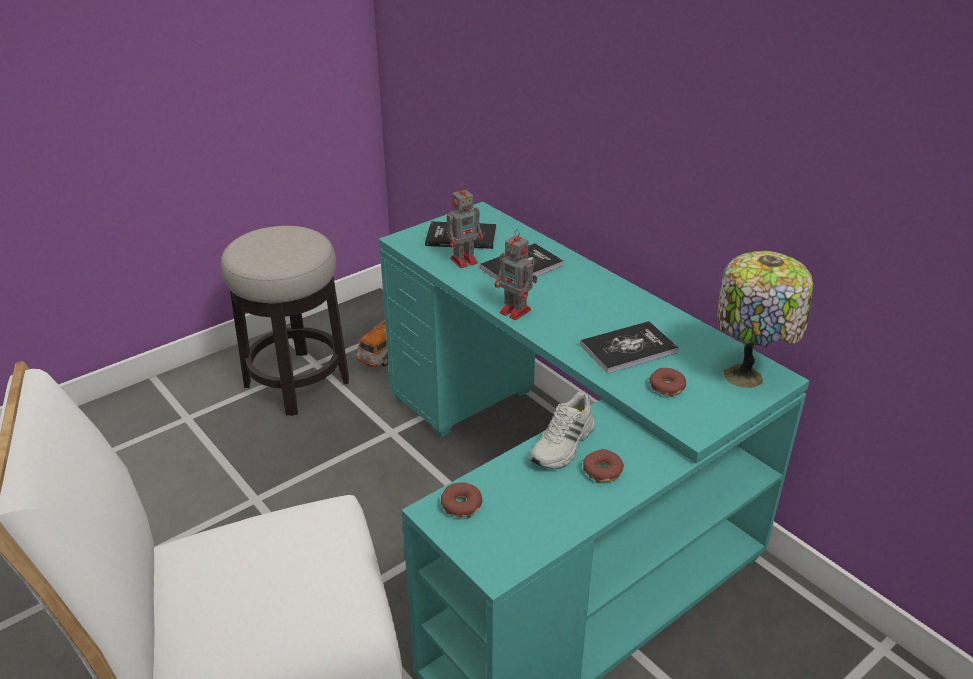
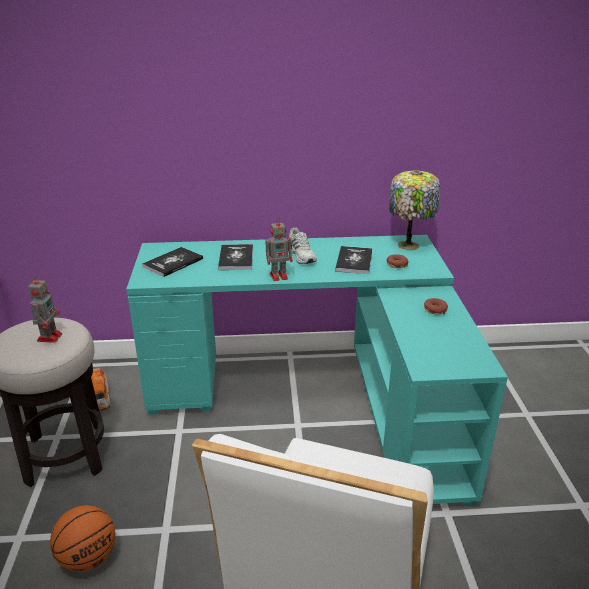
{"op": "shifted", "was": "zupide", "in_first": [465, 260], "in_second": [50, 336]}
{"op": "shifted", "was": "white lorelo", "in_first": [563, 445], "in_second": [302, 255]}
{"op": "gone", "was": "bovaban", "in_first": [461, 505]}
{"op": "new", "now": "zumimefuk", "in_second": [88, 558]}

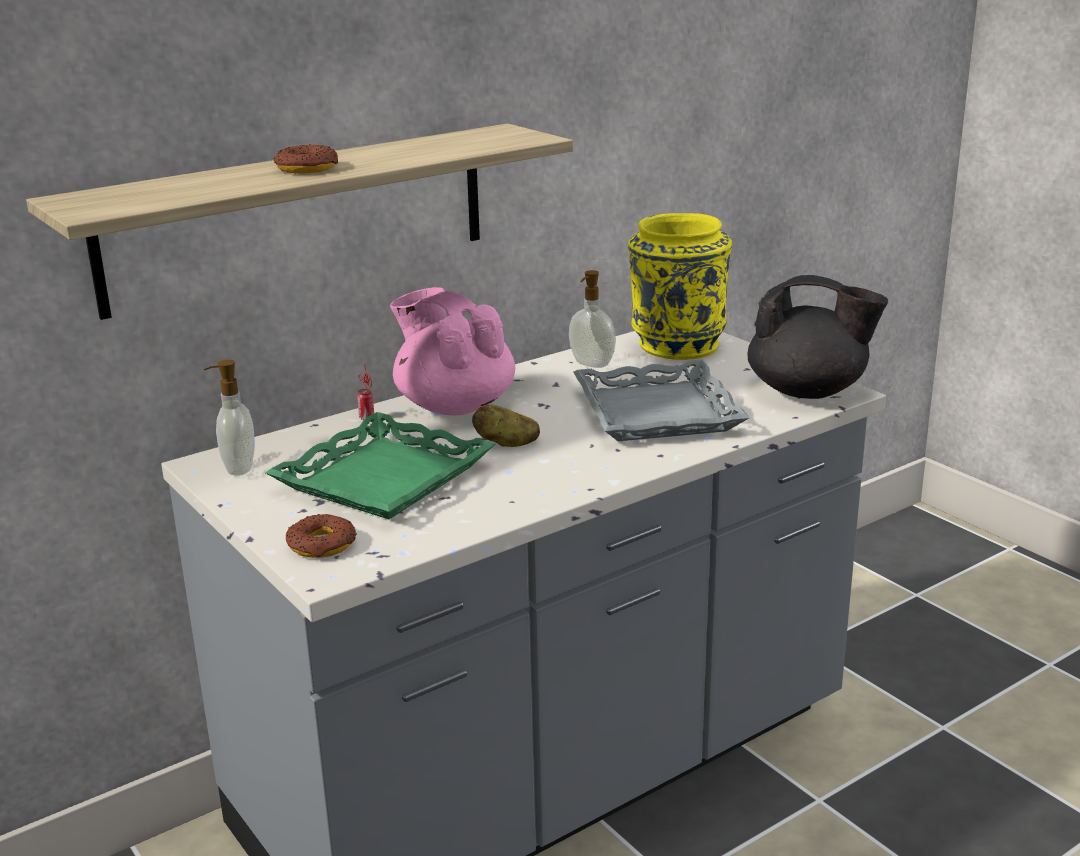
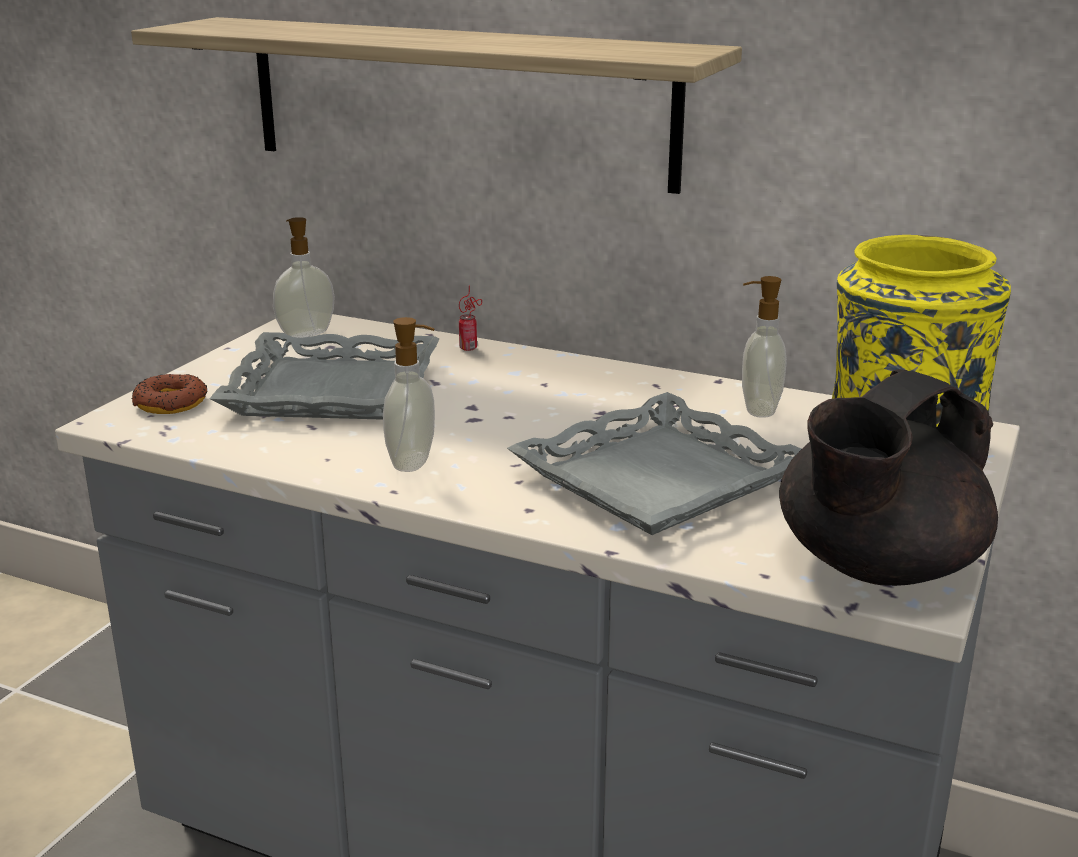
{"op": "gone", "was": "bovaban", "in_first": [307, 168]}
{"op": "rotated", "was": "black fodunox", "in_first": [808, 391], "in_second": [875, 567], "clockwise": 60}
{"op": "gone", "was": "pink fodunox", "in_first": [454, 406]}
{"op": "gone", "was": "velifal", "in_first": [506, 443]}
{"op": "repainted", "was": "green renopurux", "now": "grey renopurux", "in_first": [385, 479], "in_second": [332, 391]}
{"op": "new", "now": "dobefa", "in_second": [413, 462]}

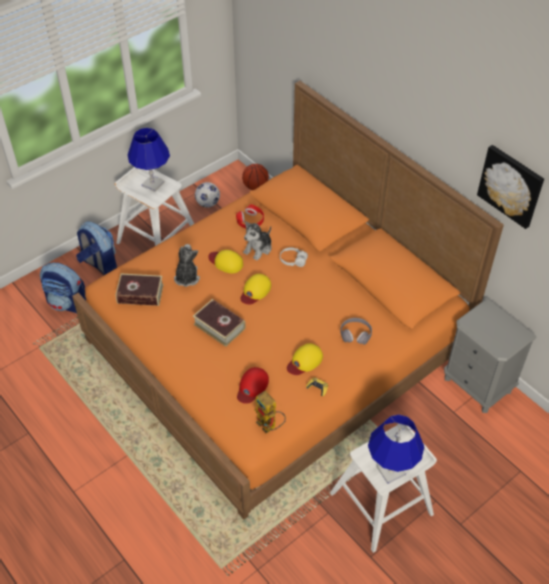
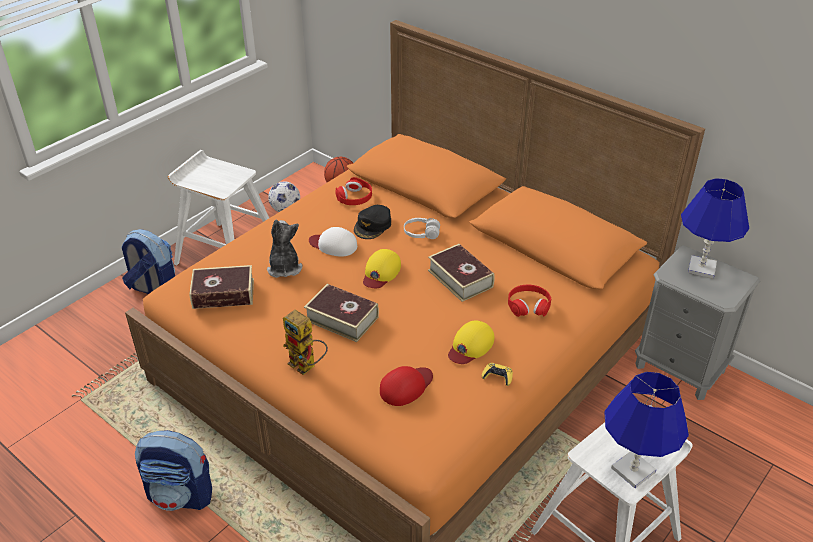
{"op": "shifted", "was": "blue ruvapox", "in_first": [153, 184], "in_second": [701, 268]}
{"op": "gone", "was": "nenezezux", "in_first": [511, 185]}
{"op": "swapped", "was": "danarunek", "now": "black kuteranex", "in_first": [258, 249], "in_second": [373, 226]}
{"op": "repainted", "was": "yellow kuteranex", "now": "white kuteranex", "in_first": [226, 262], "in_second": [333, 245]}
{"op": "shifted", "was": "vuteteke", "in_first": [67, 303], "in_second": [181, 495]}
{"op": "repainted", "was": "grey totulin", "now": "red totulin", "in_first": [355, 334], "in_second": [528, 305]}
{"op": "rotated", "was": "red kuteranex", "in_first": [252, 386], "in_second": [406, 386], "clockwise": -150}
{"op": "shifted", "was": "zupide", "in_first": [269, 426], "in_second": [307, 366]}
{"op": "new", "now": "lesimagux", "in_second": [460, 278]}

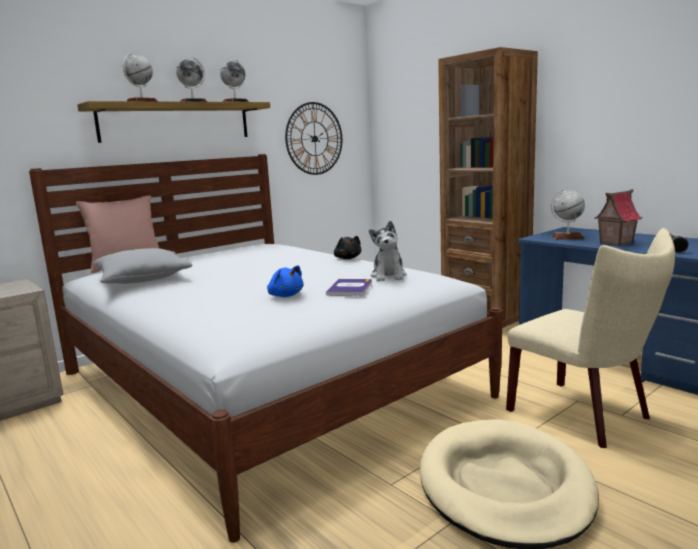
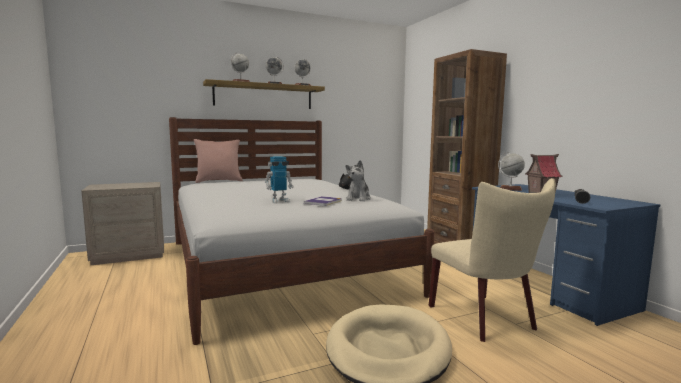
{"op": "gone", "was": "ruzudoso", "in_first": [314, 138]}
{"op": "gone", "was": "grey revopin", "in_first": [143, 279]}
{"op": "swapped", "was": "blue danarunek", "now": "zupide", "in_first": [285, 295], "in_second": [279, 201]}

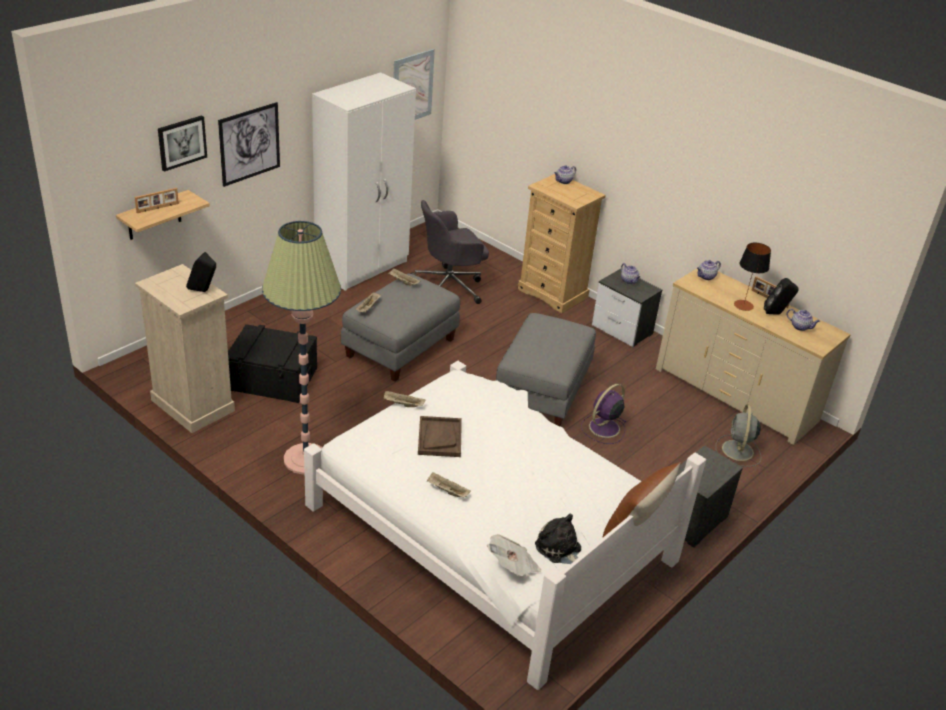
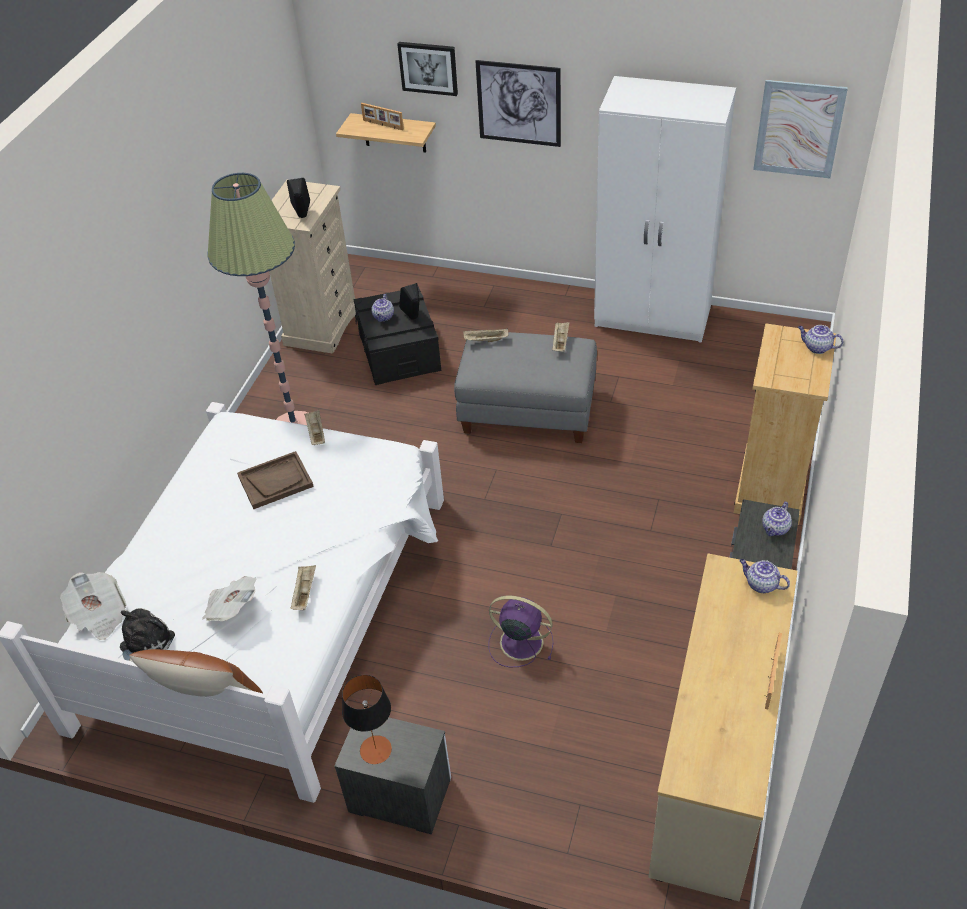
{"op": "gone", "was": "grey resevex", "in_first": [449, 286]}
{"op": "shifted", "was": "ruvapox", "in_first": [743, 305], "in_second": [376, 749]}
{"op": "shifted", "was": "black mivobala", "in_first": [776, 314], "in_second": [413, 318]}
{"op": "shifted", "was": "fodunox", "in_first": [800, 327], "in_second": [383, 317]}
{"op": "gone", "was": "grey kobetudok", "in_first": [541, 390]}
{"op": "gone", "was": "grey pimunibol", "in_first": [737, 451]}
{"op": "shifted", "was": "beige renopurux", "in_first": [447, 491], "in_second": [304, 592]}
{"op": "new", "now": "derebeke", "in_second": [232, 608]}

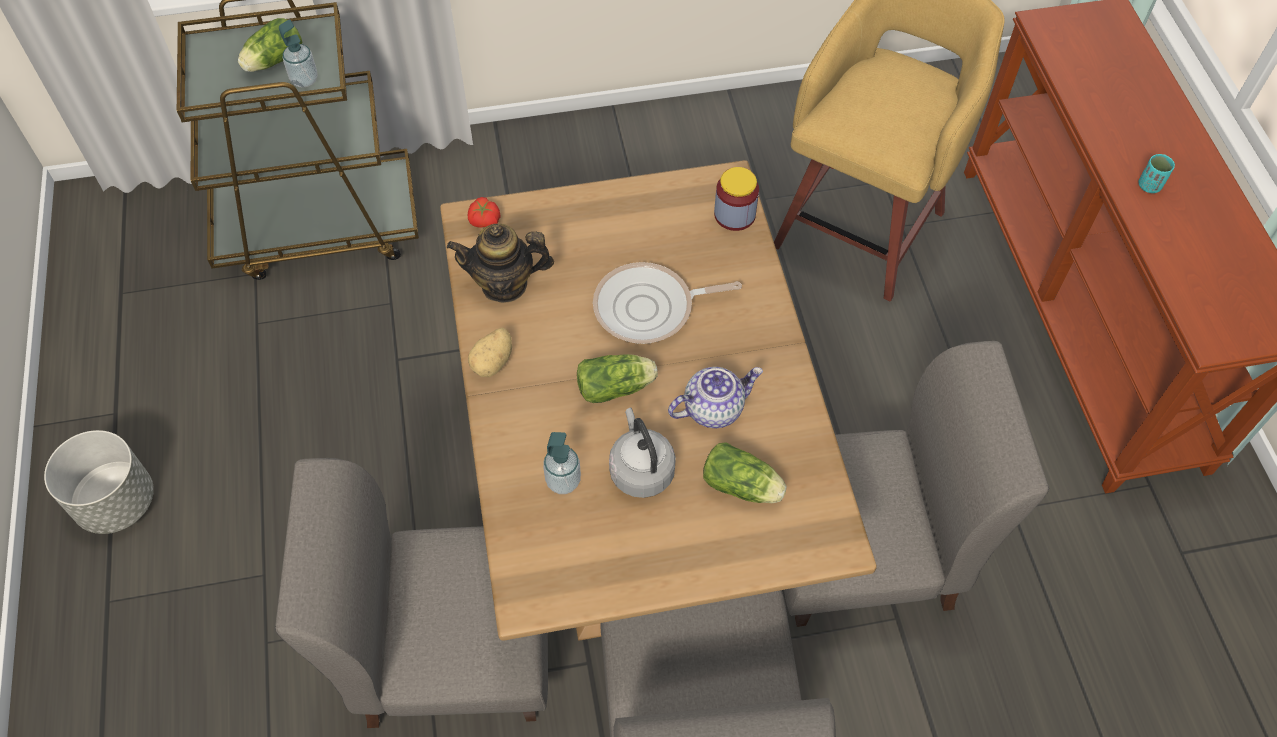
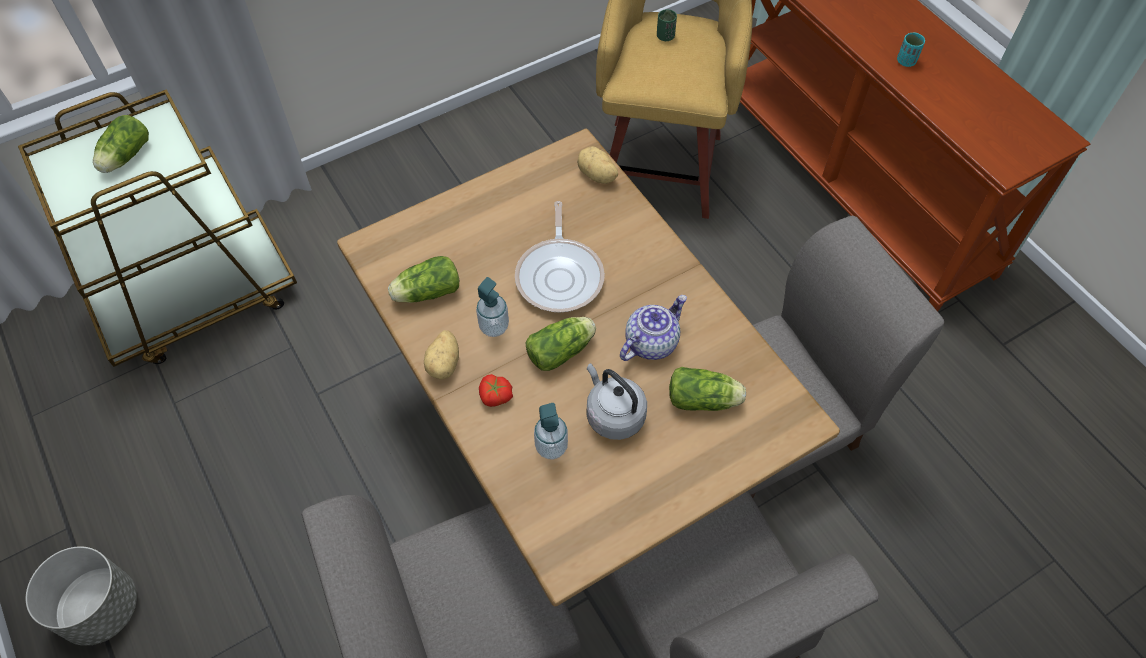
{"op": "shifted", "was": "dobefa", "in_first": [304, 80], "in_second": [494, 327]}
{"op": "swapped", "was": "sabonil", "now": "velifal", "in_first": [734, 215], "in_second": [597, 176]}
{"op": "shifted", "was": "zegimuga", "in_first": [484, 221], "in_second": [495, 396]}
{"op": "swapped", "was": "fodunox", "now": "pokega", "in_first": [504, 284], "in_second": [425, 293]}
{"op": "rotated", "was": "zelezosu", "in_first": [649, 308], "in_second": [560, 275], "clockwise": -60}
{"op": "new", "now": "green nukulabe", "in_second": [665, 36]}

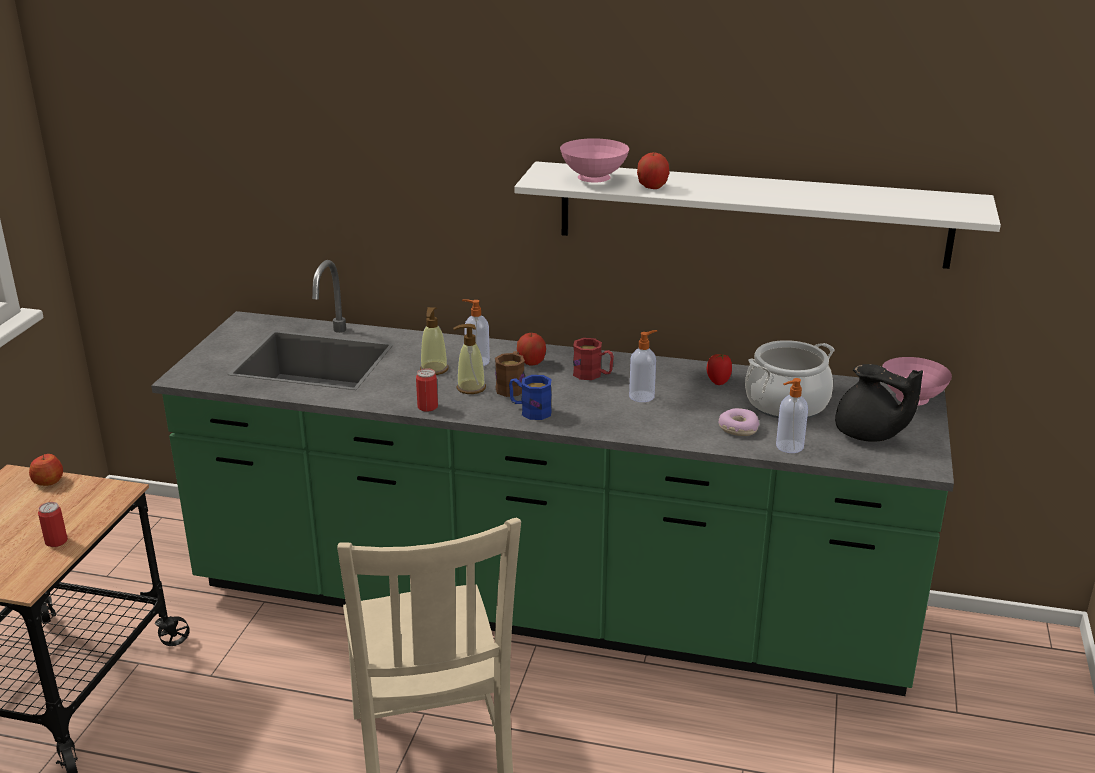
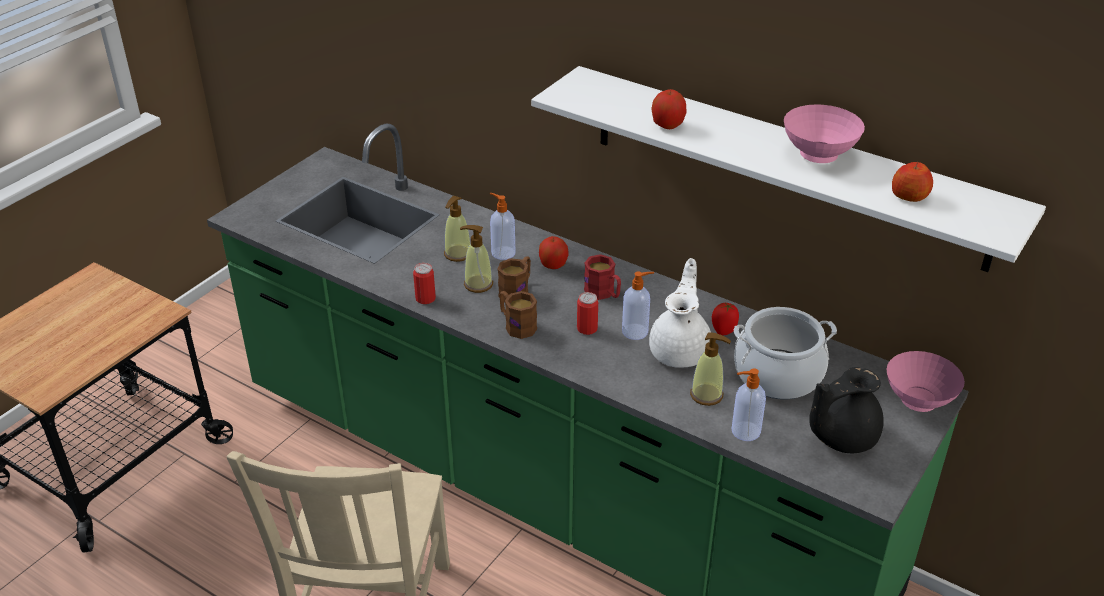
{"op": "shifted", "was": "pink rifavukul", "in_first": [593, 180], "in_second": [817, 157]}
{"op": "rotated", "was": "black fodunox", "in_first": [869, 434], "in_second": [840, 436], "clockwise": 90}
{"op": "repainted", "was": "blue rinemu", "now": "brown rinemu", "in_first": [530, 411], "in_second": [516, 325]}
{"op": "swapped", "was": "bovaban", "now": "dobefa", "in_first": [738, 428], "in_second": [707, 395]}
{"op": "shifted", "was": "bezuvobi", "in_first": [48, 481], "in_second": [909, 196]}
{"op": "shifted", "was": "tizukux", "in_first": [56, 541], "in_second": [587, 328]}
{"op": "new", "now": "white fodunox", "in_second": [681, 350]}

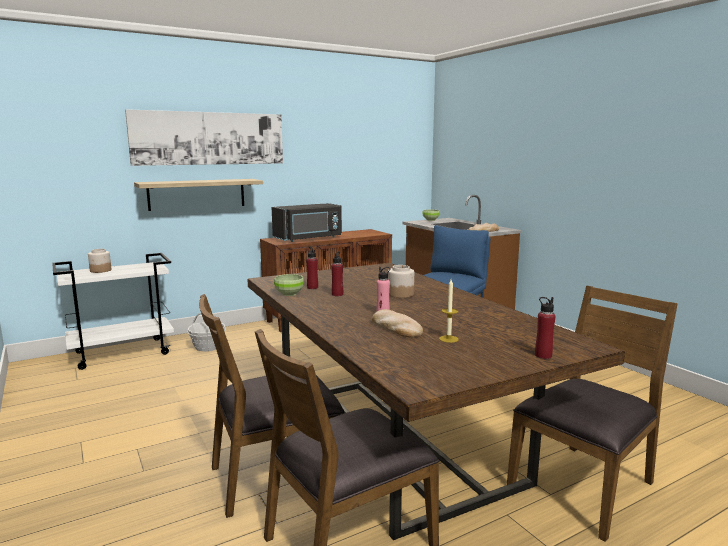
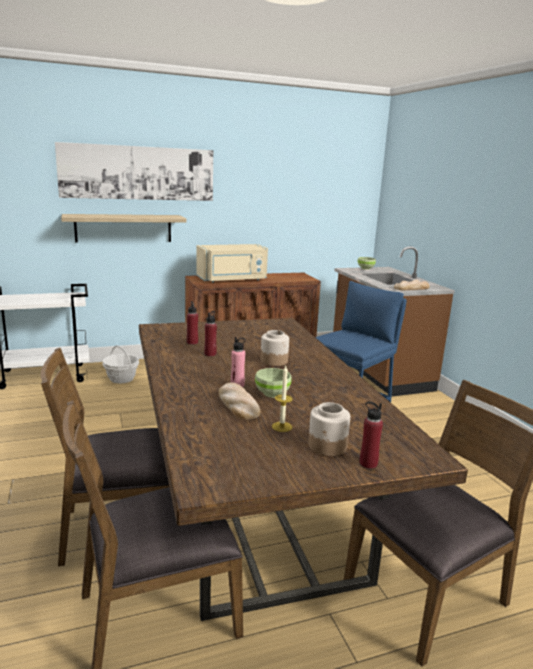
{"op": "repainted", "was": "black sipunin", "now": "beige sipunin", "in_first": [309, 238], "in_second": [232, 280]}
{"op": "shifted", "was": "sabonil", "in_first": [100, 270], "in_second": [327, 446]}
{"op": "shifted", "was": "green rifavukul", "in_first": [289, 293], "in_second": [273, 393]}

